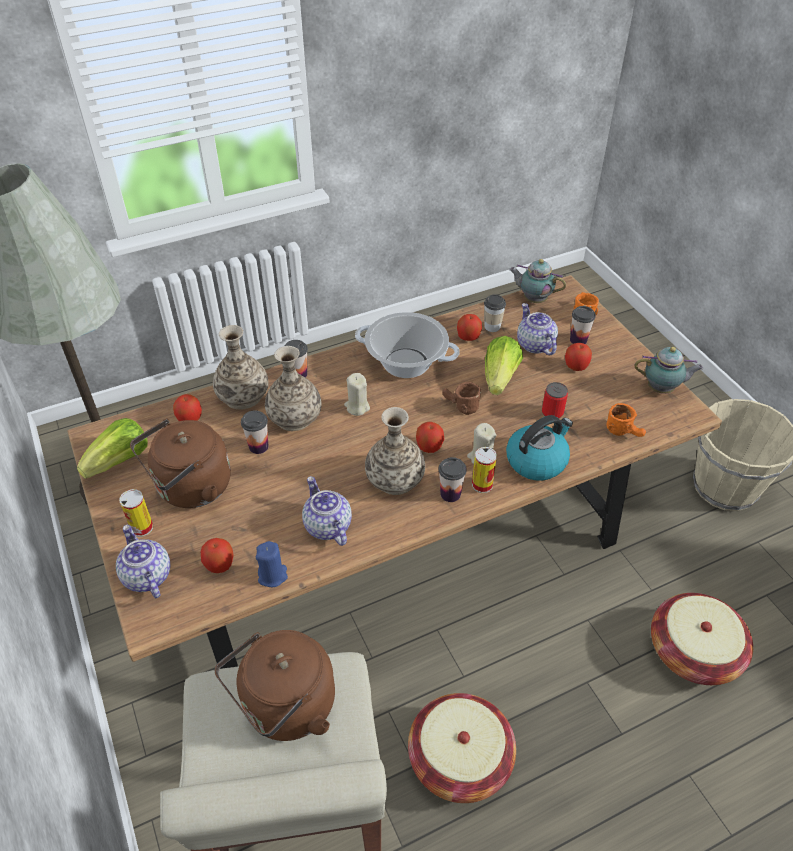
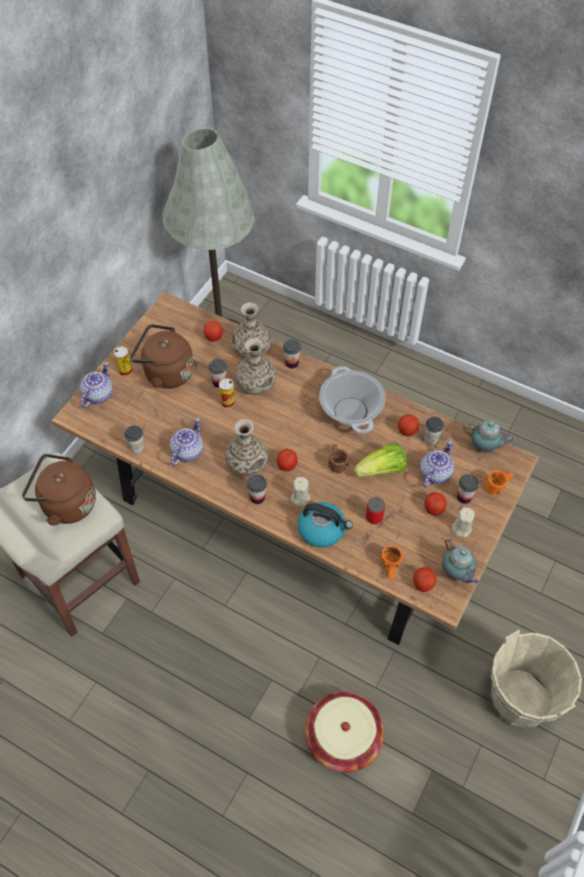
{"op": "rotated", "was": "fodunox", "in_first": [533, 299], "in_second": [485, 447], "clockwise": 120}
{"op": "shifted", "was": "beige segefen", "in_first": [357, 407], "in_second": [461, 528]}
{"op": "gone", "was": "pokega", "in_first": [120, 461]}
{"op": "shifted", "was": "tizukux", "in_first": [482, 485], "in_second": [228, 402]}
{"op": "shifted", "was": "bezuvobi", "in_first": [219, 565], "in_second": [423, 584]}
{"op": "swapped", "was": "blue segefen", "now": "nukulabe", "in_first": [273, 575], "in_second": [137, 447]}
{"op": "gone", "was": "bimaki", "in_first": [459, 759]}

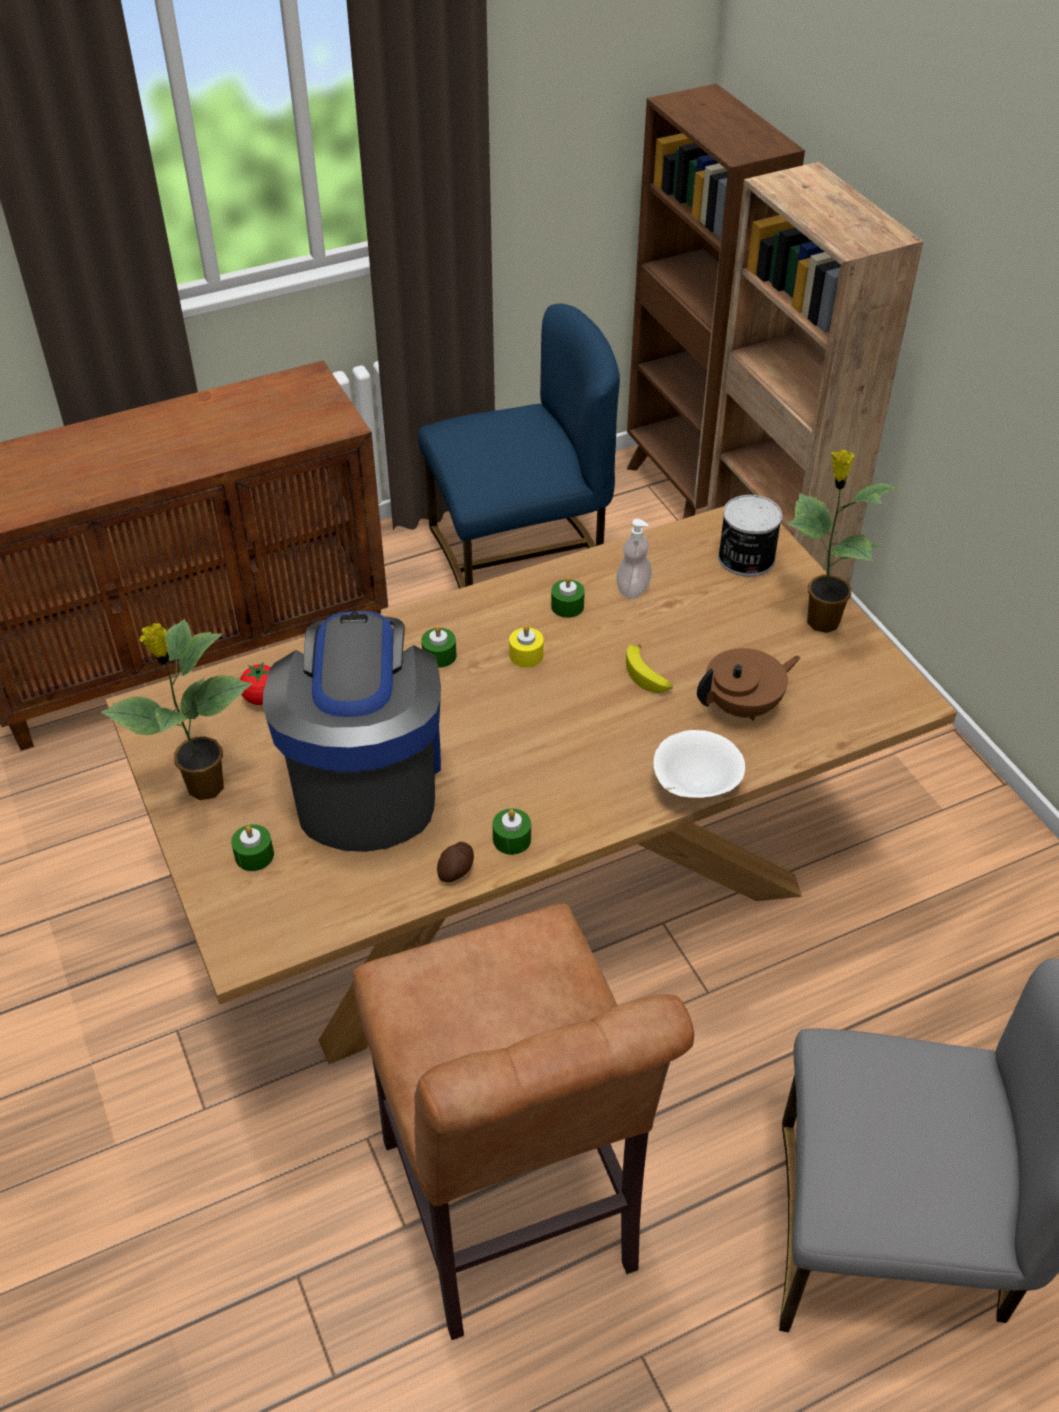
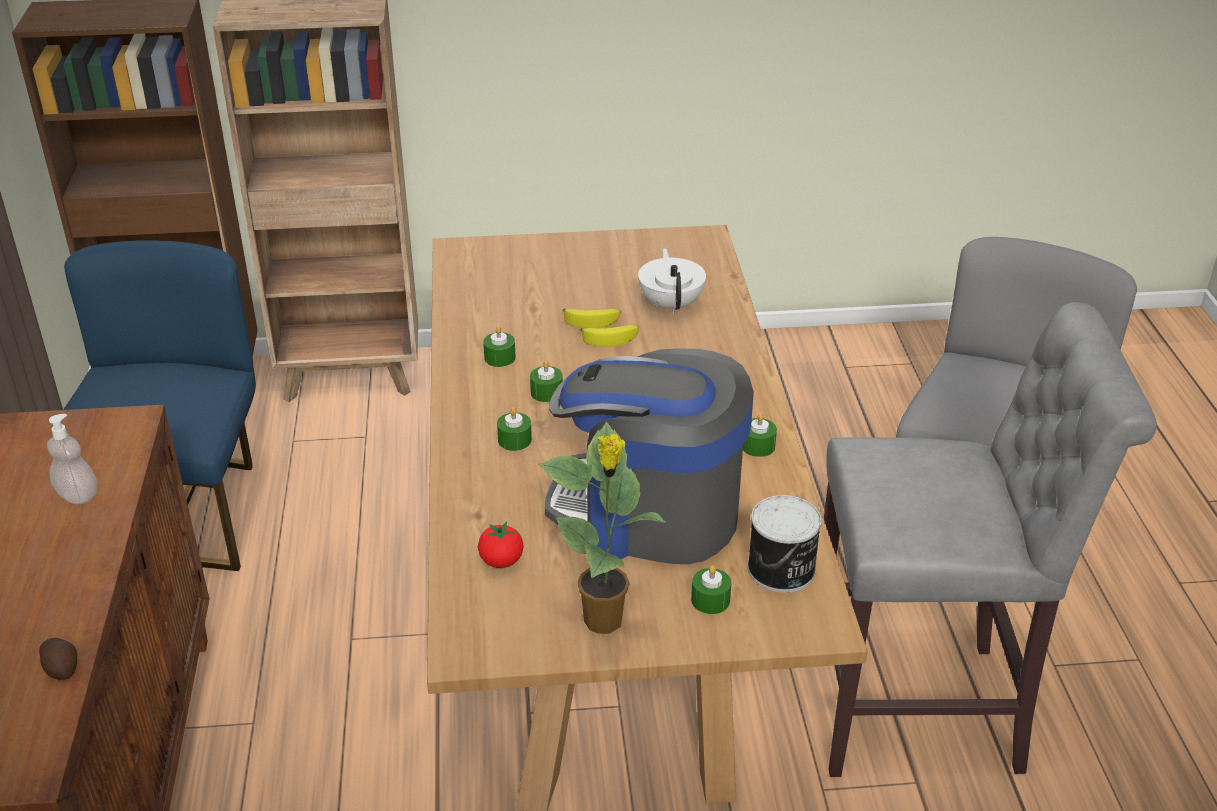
{"op": "gone", "was": "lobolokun", "in_first": [820, 620]}
{"op": "shifted", "was": "tizukux", "in_first": [745, 558], "in_second": [782, 570]}
{"op": "shifted", "was": "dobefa", "in_first": [633, 589], "in_second": [77, 495]}
{"op": "repainted", "was": "yellow segefen", "now": "green segefen", "in_first": [526, 655], "in_second": [546, 392]}
{"op": "repainted", "was": "brown fodunox", "now": "white fodunox", "in_first": [743, 706], "in_second": [671, 304]}
{"op": "gone", "was": "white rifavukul", "in_first": [694, 786]}
{"op": "shifted", "was": "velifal", "in_first": [457, 870], "in_second": [61, 667]}
{"op": "repainted", "was": "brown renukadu", "now": "grey renukadu", "in_first": [512, 1218], "in_second": [926, 709]}
{"op": "new", "now": "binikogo", "in_second": [593, 321]}

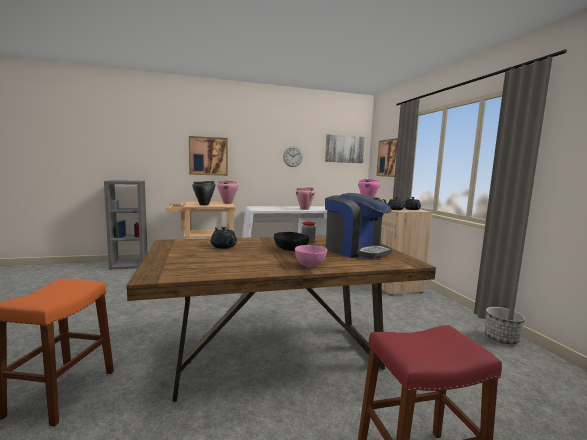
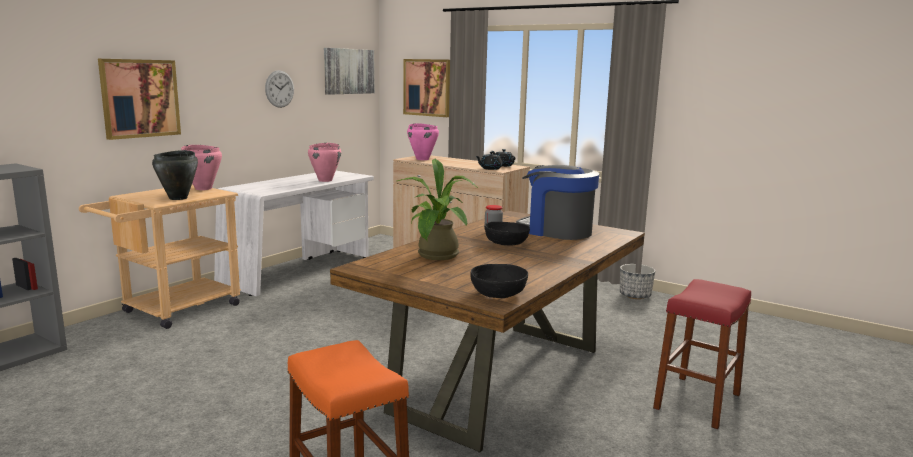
{"op": "rotated", "was": "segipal", "in_first": [355, 250], "in_second": [556, 231], "clockwise": -150}
{"op": "swapped", "was": "black fodunox", "now": "lobolokun", "in_first": [223, 246], "in_second": [437, 257]}
{"op": "gone", "was": "pink rifavukul", "in_first": [310, 265]}
{"op": "new", "now": "black rifavukul", "in_second": [498, 293]}

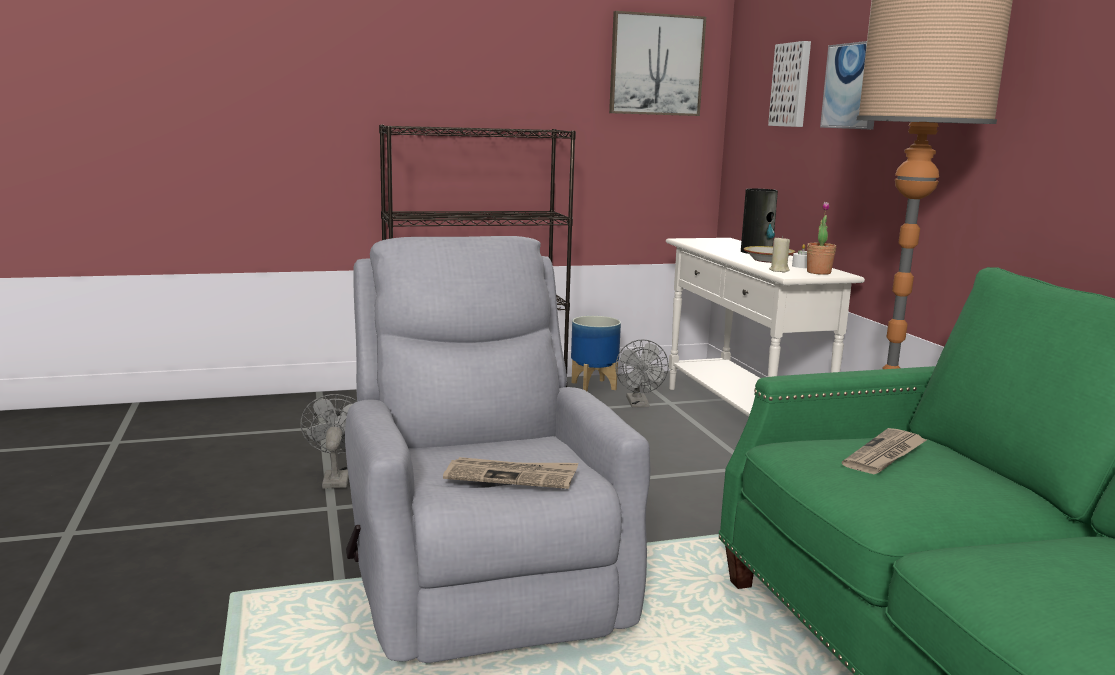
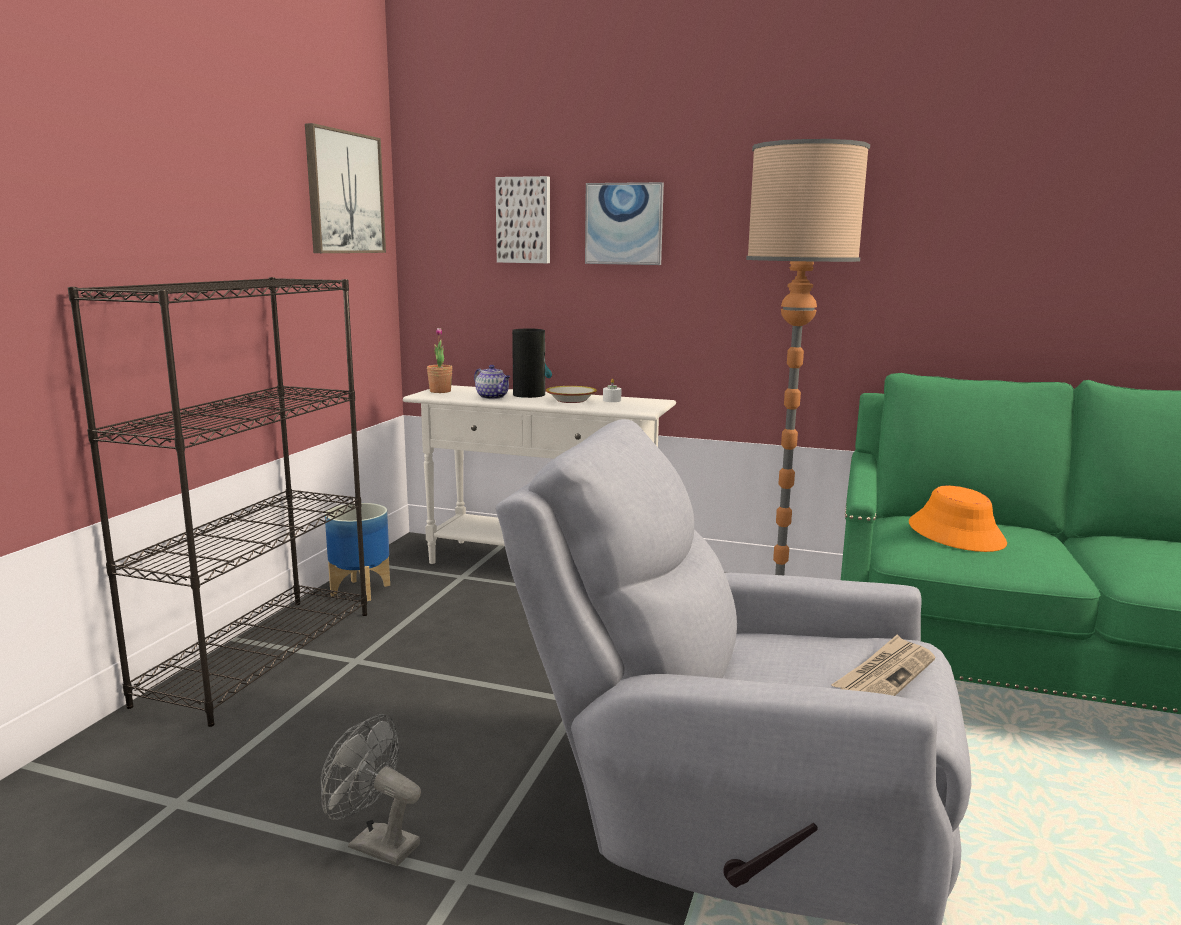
{"op": "shifted", "was": "lobolokun", "in_first": [818, 272], "in_second": [440, 391]}
{"op": "gone", "was": "beige segefen", "in_first": [779, 270]}
{"op": "gone", "was": "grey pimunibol", "in_first": [639, 404]}
{"op": "swapped", "was": "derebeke", "now": "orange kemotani", "in_first": [885, 455], "in_second": [956, 534]}
{"op": "new", "now": "fodunox", "in_second": [493, 397]}

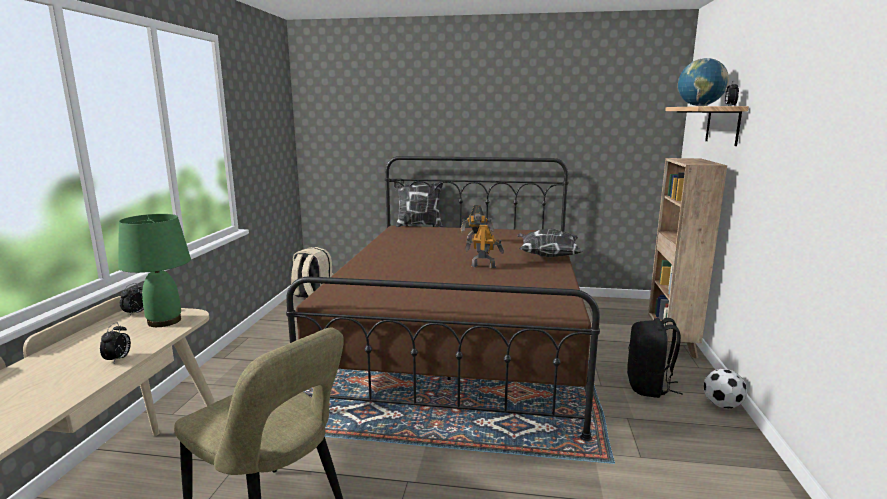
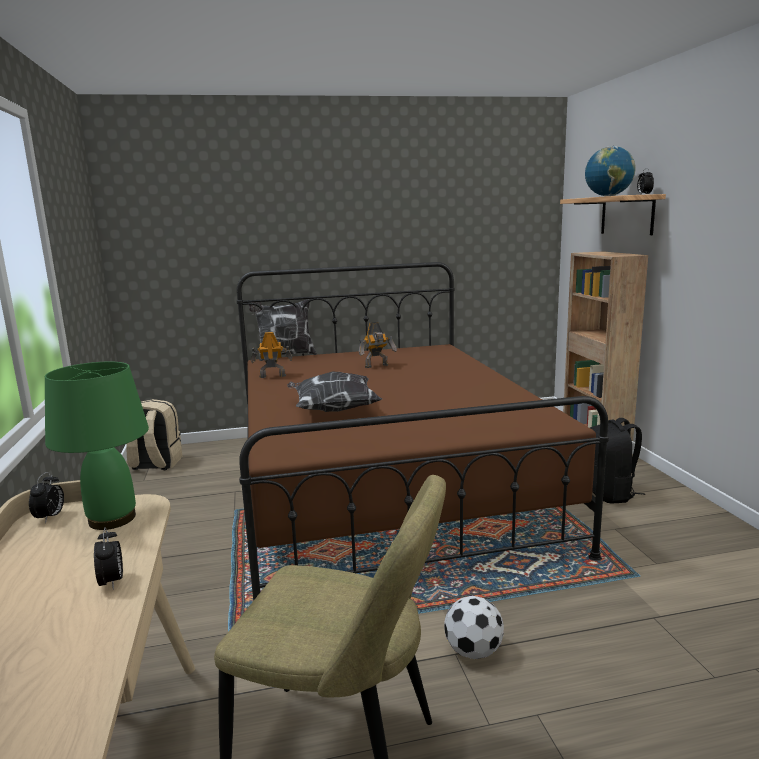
{"op": "shifted", "was": "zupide", "in_first": [483, 266], "in_second": [272, 376]}
{"op": "shifted", "was": "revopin", "in_first": [547, 256], "in_second": [333, 410]}
{"op": "shifted", "was": "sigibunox", "in_first": [721, 405], "in_second": [472, 651]}

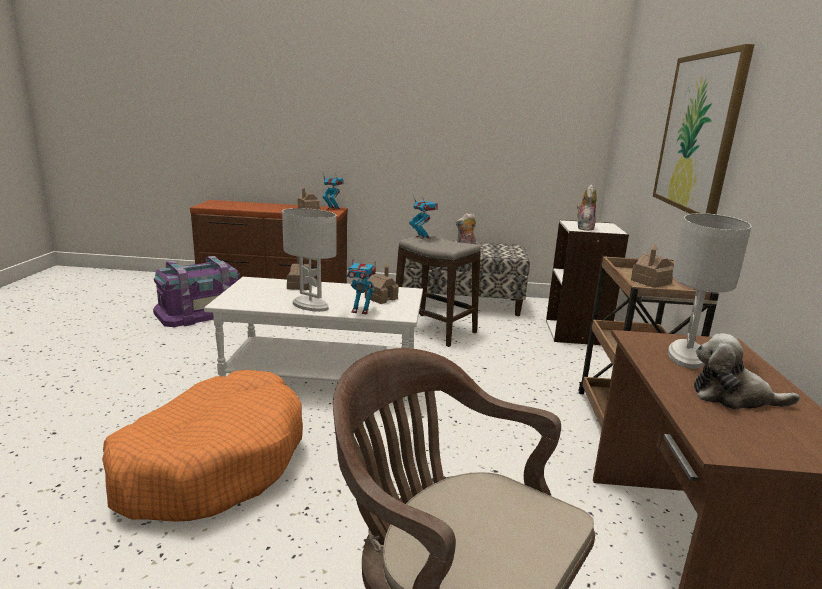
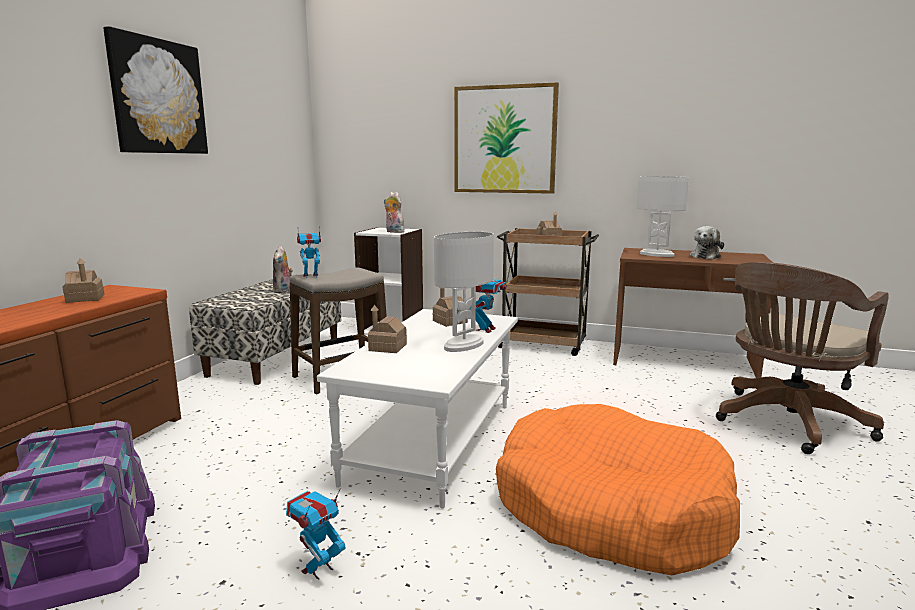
{"op": "shifted", "was": "zupide", "in_first": [333, 208], "in_second": [318, 569]}
{"op": "new", "now": "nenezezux", "in_second": [158, 97]}

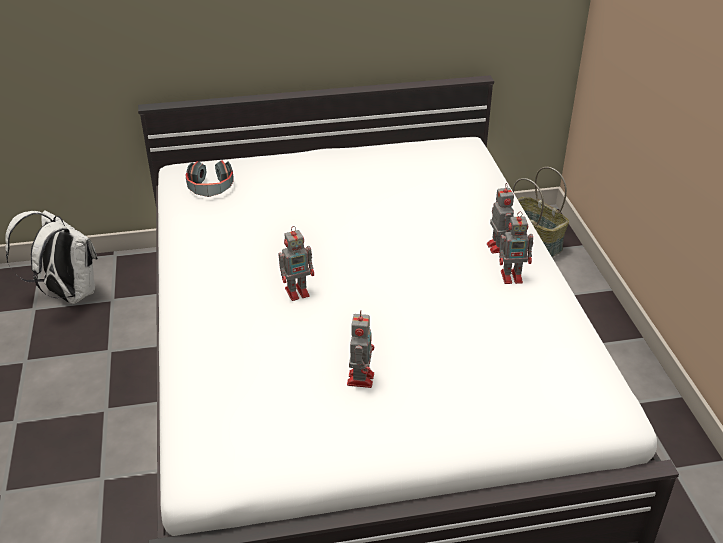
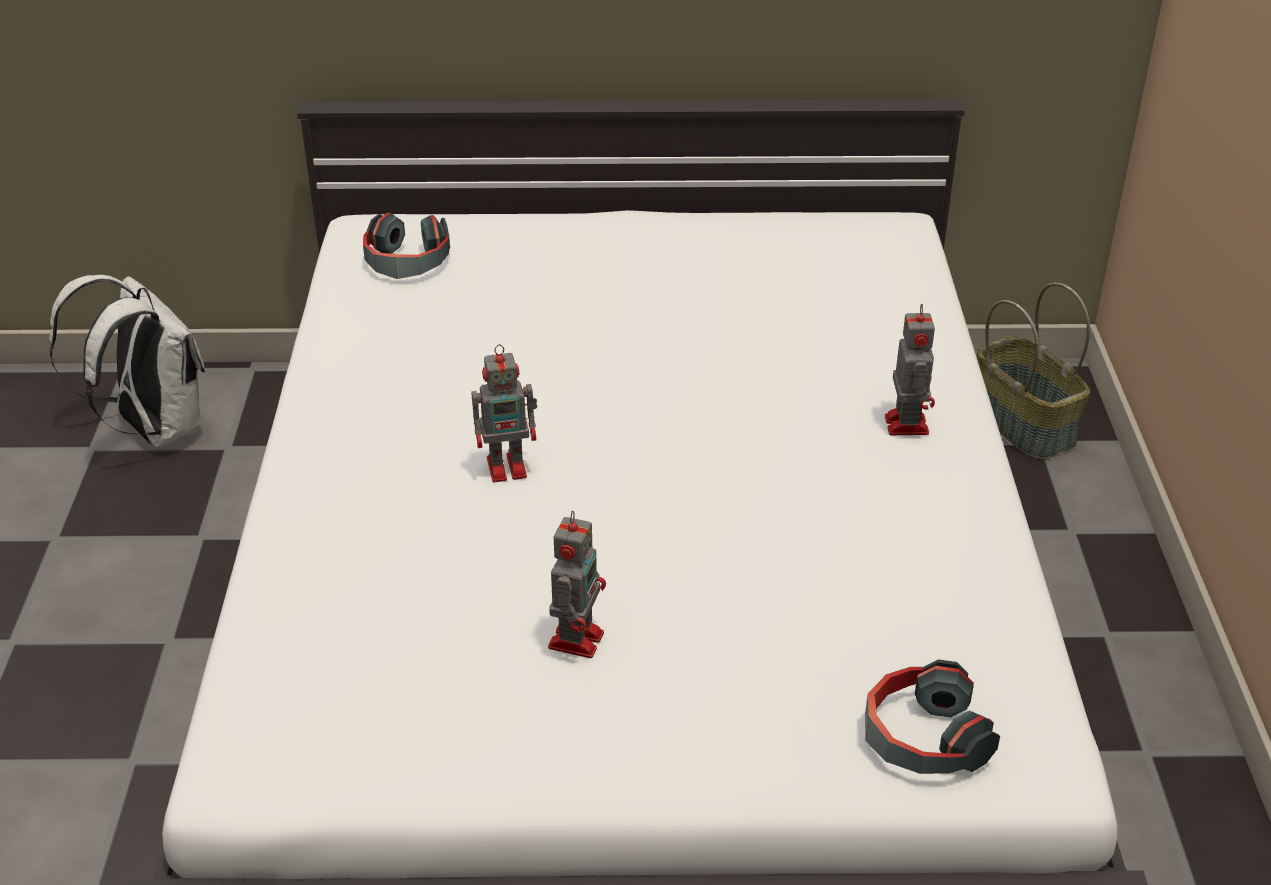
{"op": "gone", "was": "zupide", "in_first": [513, 276]}
{"op": "new", "now": "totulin", "in_second": [922, 738]}

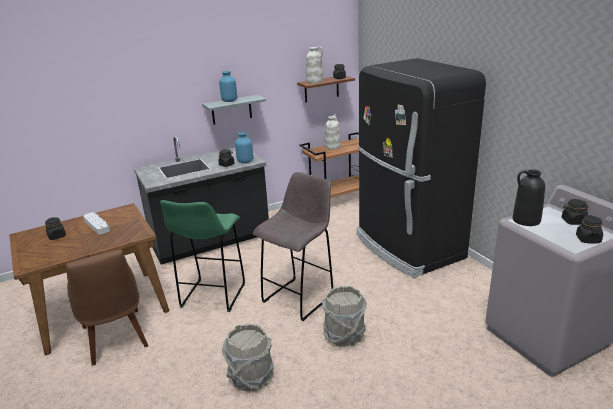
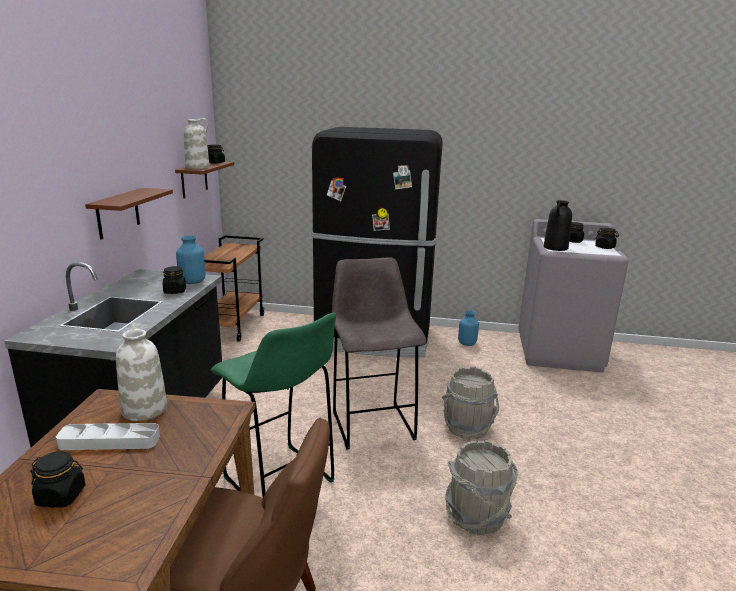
{"op": "shifted", "was": "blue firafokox", "in_first": [229, 101], "in_second": [467, 343]}
{"op": "repainted", "was": "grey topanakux", "now": "brown topanakux", "in_first": [231, 110], "in_second": [118, 213]}
{"op": "shifted", "was": "white firafokox", "in_first": [332, 147], "in_second": [144, 409]}

